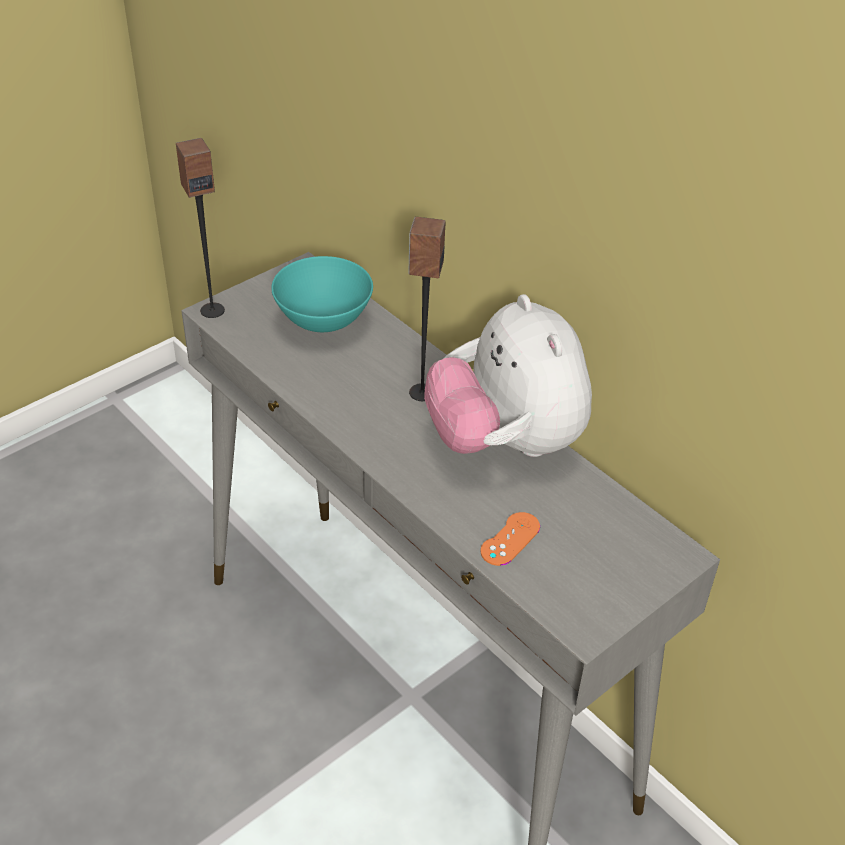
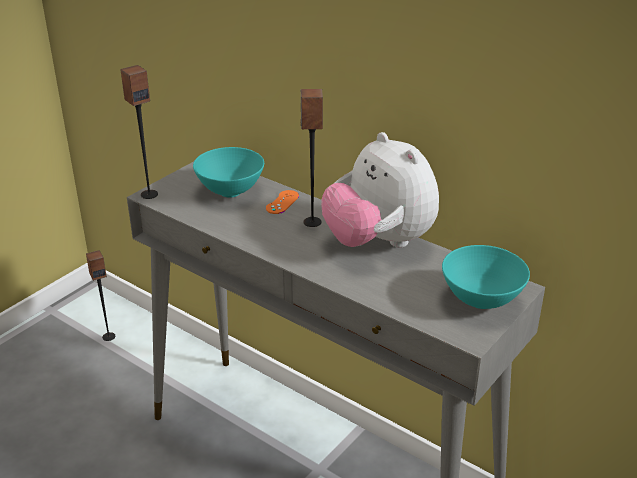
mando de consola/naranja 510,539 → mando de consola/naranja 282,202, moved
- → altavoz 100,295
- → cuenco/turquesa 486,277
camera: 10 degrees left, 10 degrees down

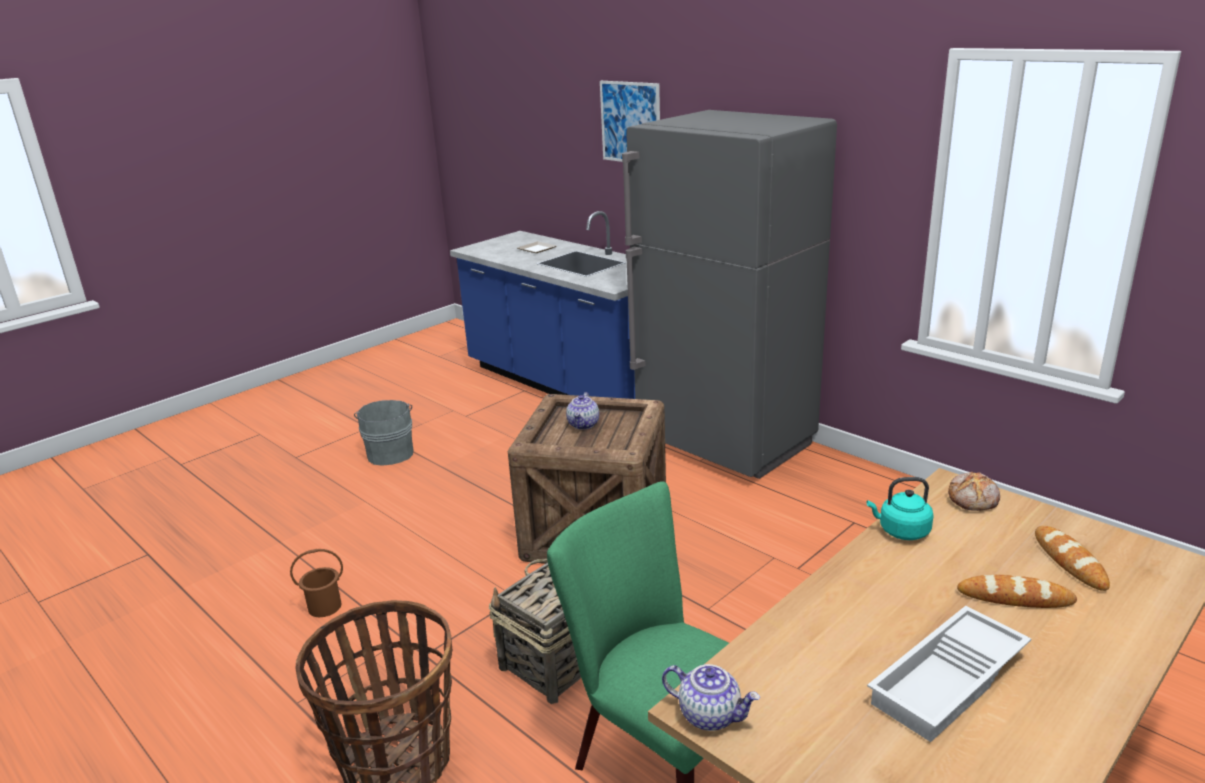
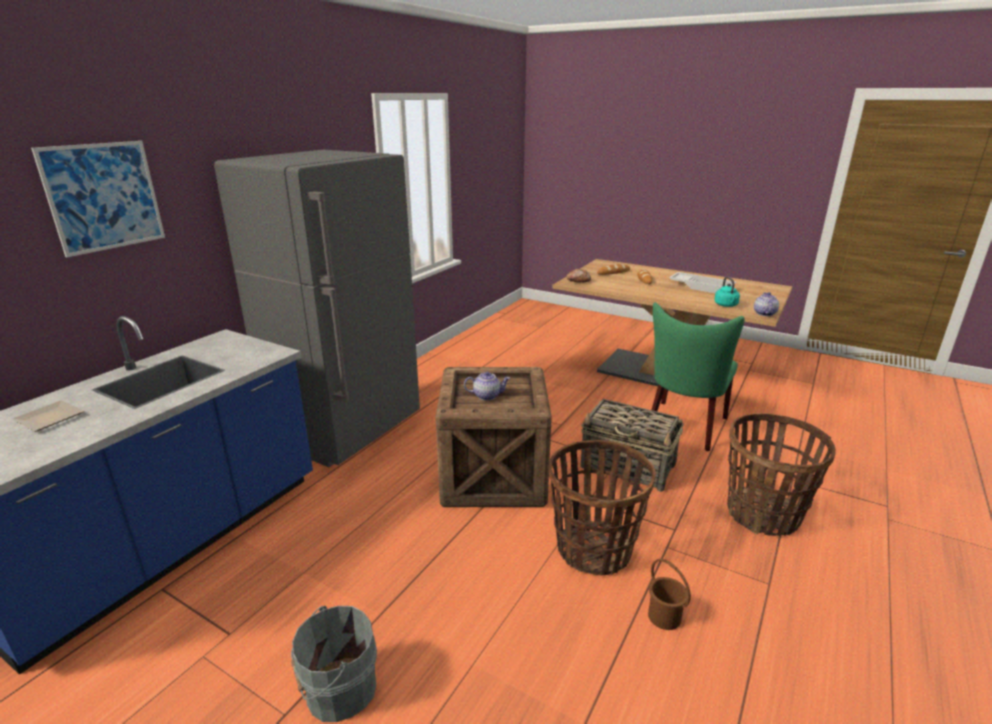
hervidor/turquesa 900,508 → hervidor/turquesa 727,292, moved
- → cesta 602,507
camera: 105 degrees left, 0 degrees up

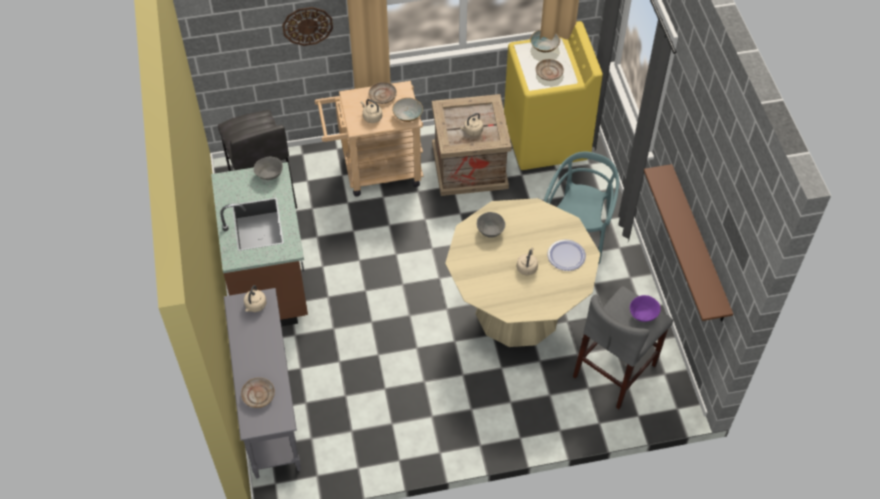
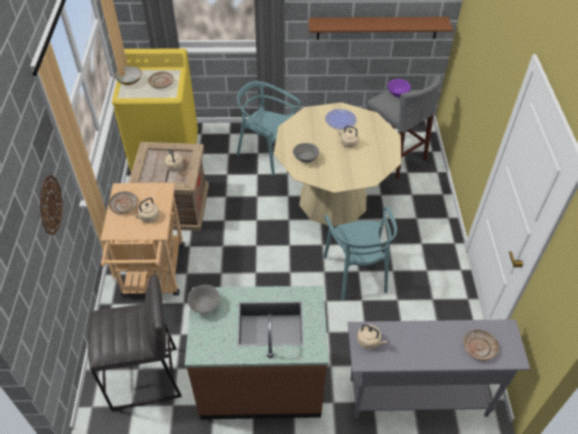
cuenco 407,110 → -
- → silla/turquesa 360,253
camera: 80 degrees left, 5 degrees down

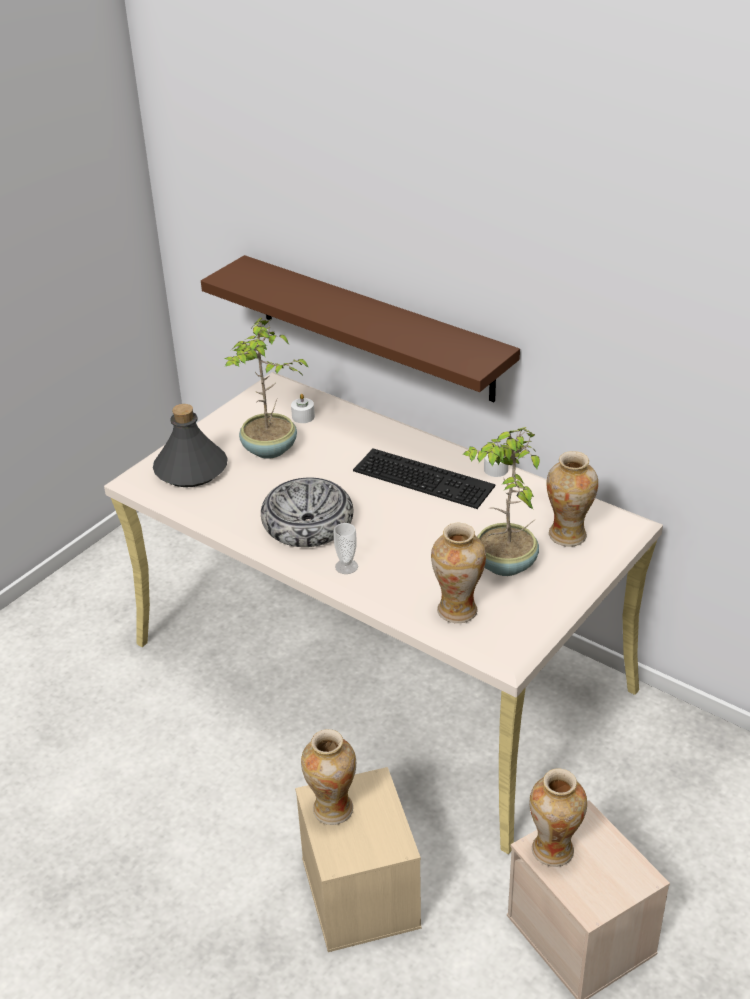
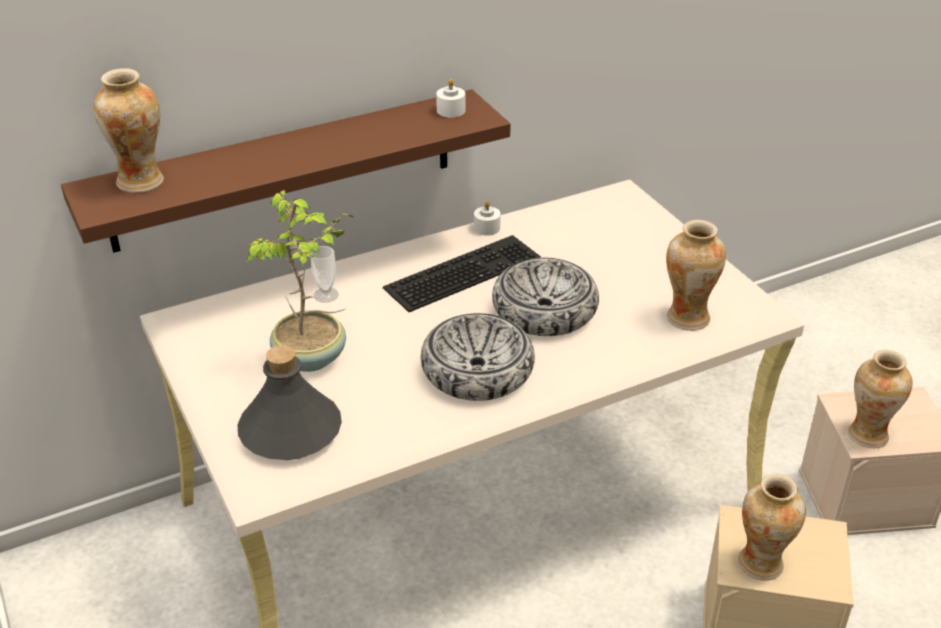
vela/blanco 303,408 → vela/blanco 450,98, moved
taza 346,548 → taza 325,274, moved
planta en maceta 501,501 → -
florero 572,499 → florero 128,130, moved
- → cuenco 545,296
camera: 65 degrees left, 0 degrees up

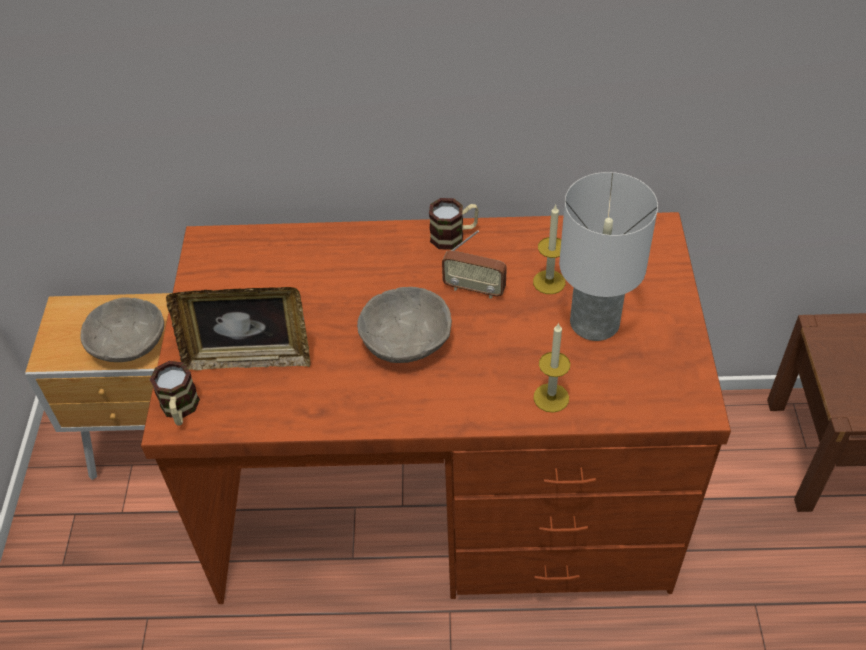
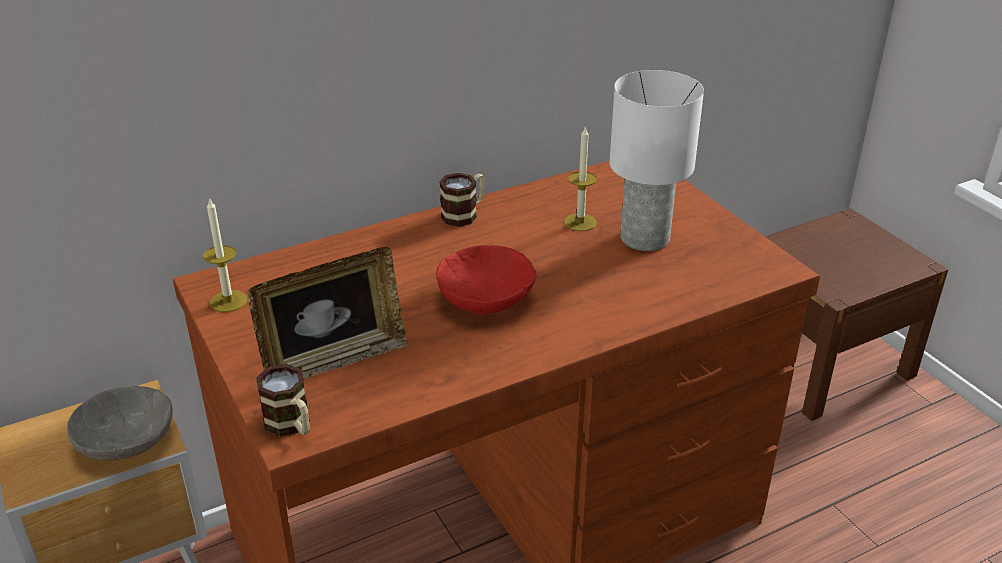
cuenco/gris 404,325 → cuenco/rojo 486,279
radio 474,264 → -
vela 551,367 → vela 225,254, moved
camera: 30 degrees left, 15 degrees down

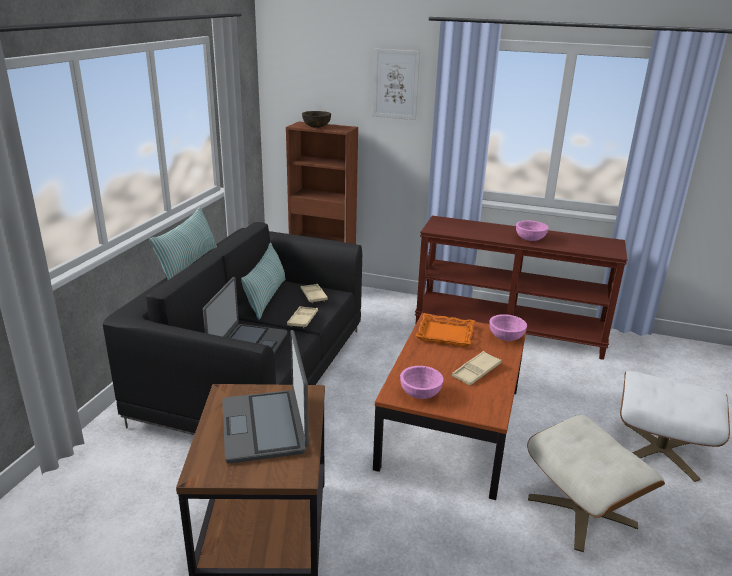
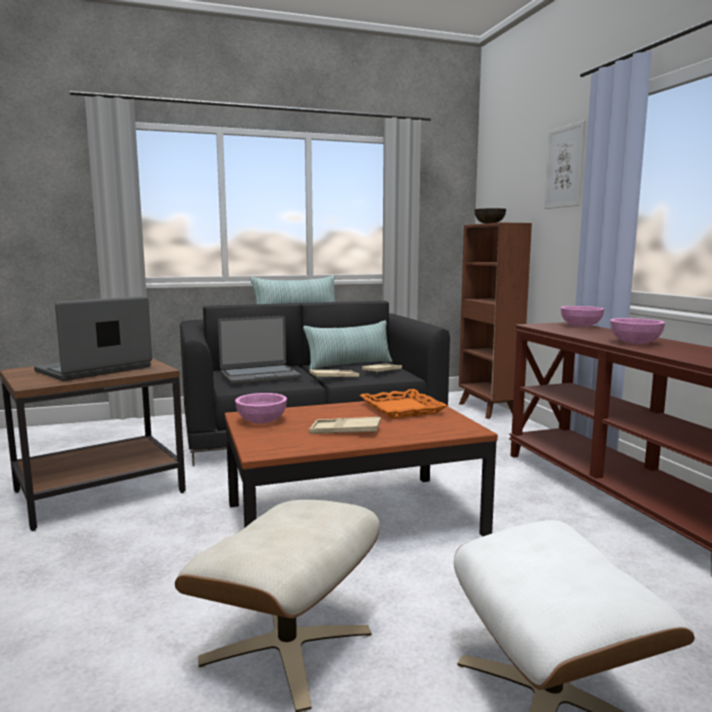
cuenco/rosa 508,327 → cuenco/rosa 582,316, moved
camera: 55 degrees right, 15 degrees down

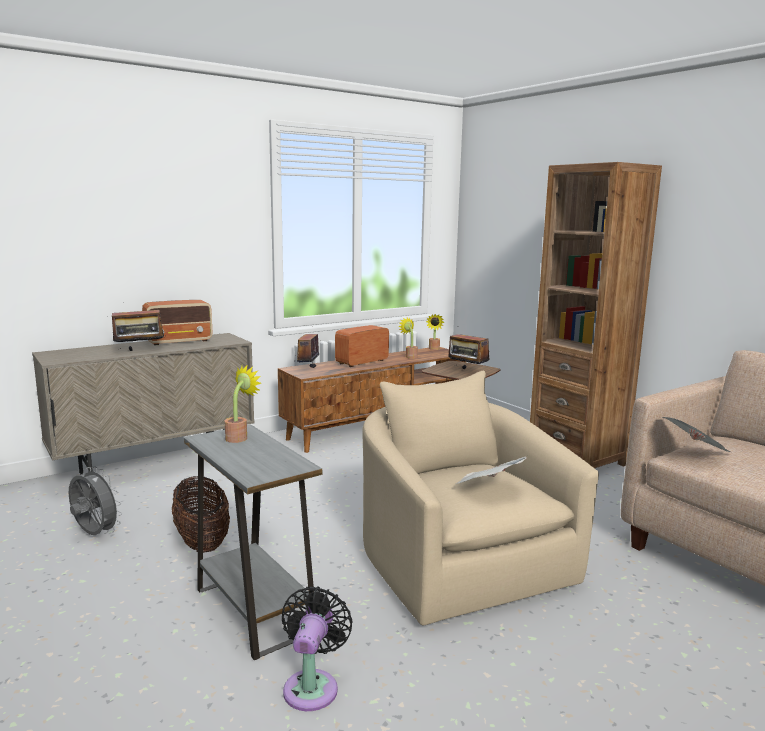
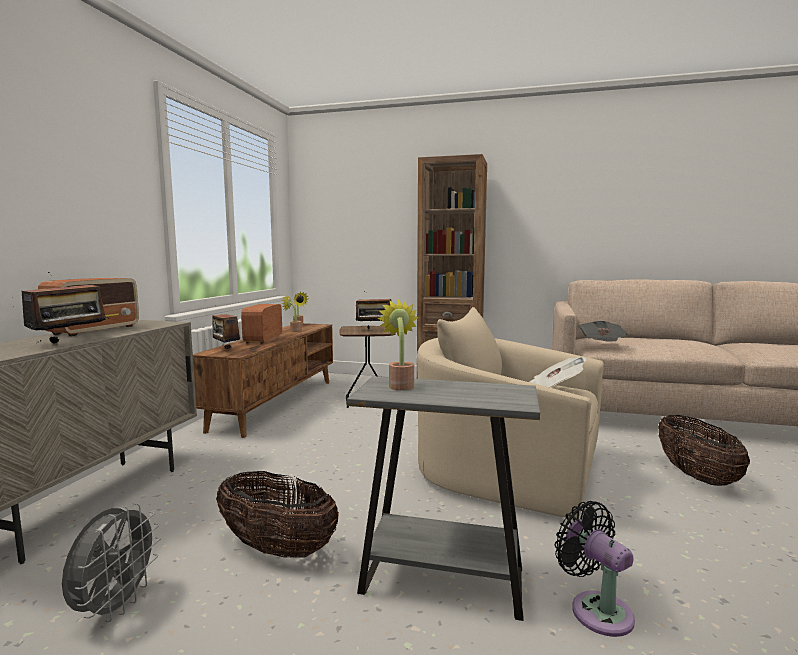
ventilador/gris 96,500 → ventilador/gris 111,562, 105 degrees clockwise
- → cesta 704,450
camera: 40 degrees left, 5 degrees down

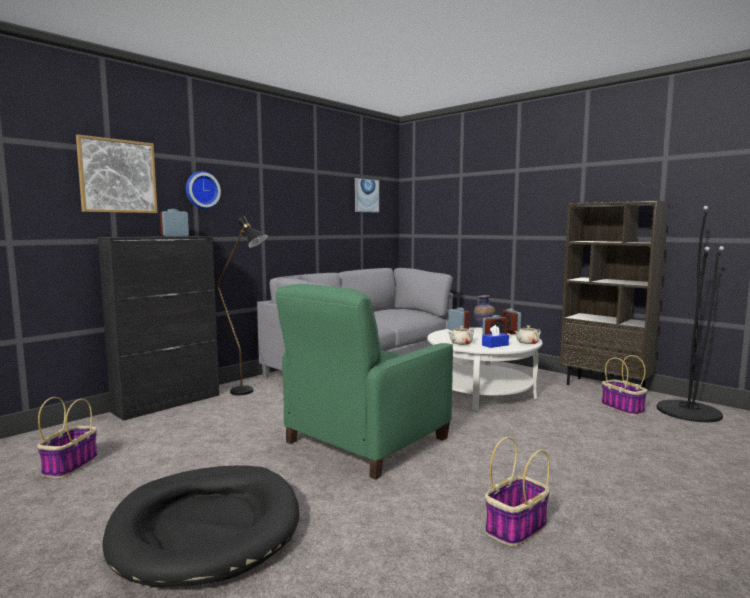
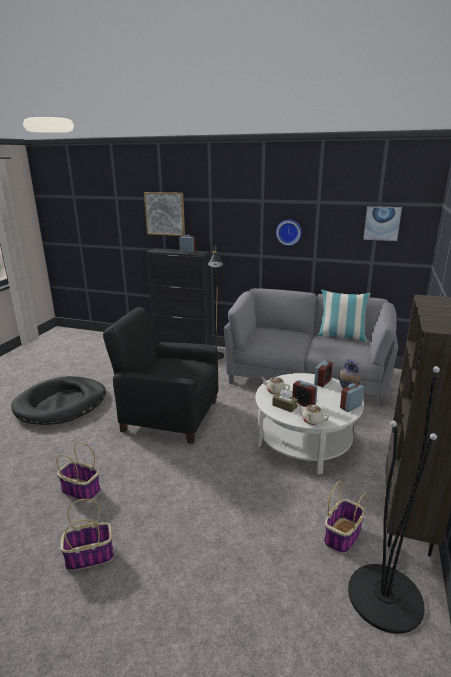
cesta 67,437 → cesta 87,535, moved
reloj de pared 203,190 → reloj de pared 289,233, moved
sillón/verde 364,382 → sillón/negro 160,375
caja de pañuelos/azul 495,336 → caja de pañuelos/marrón 285,400
- → cojín 344,316
camera: 65 degrees right, 15 degrees up

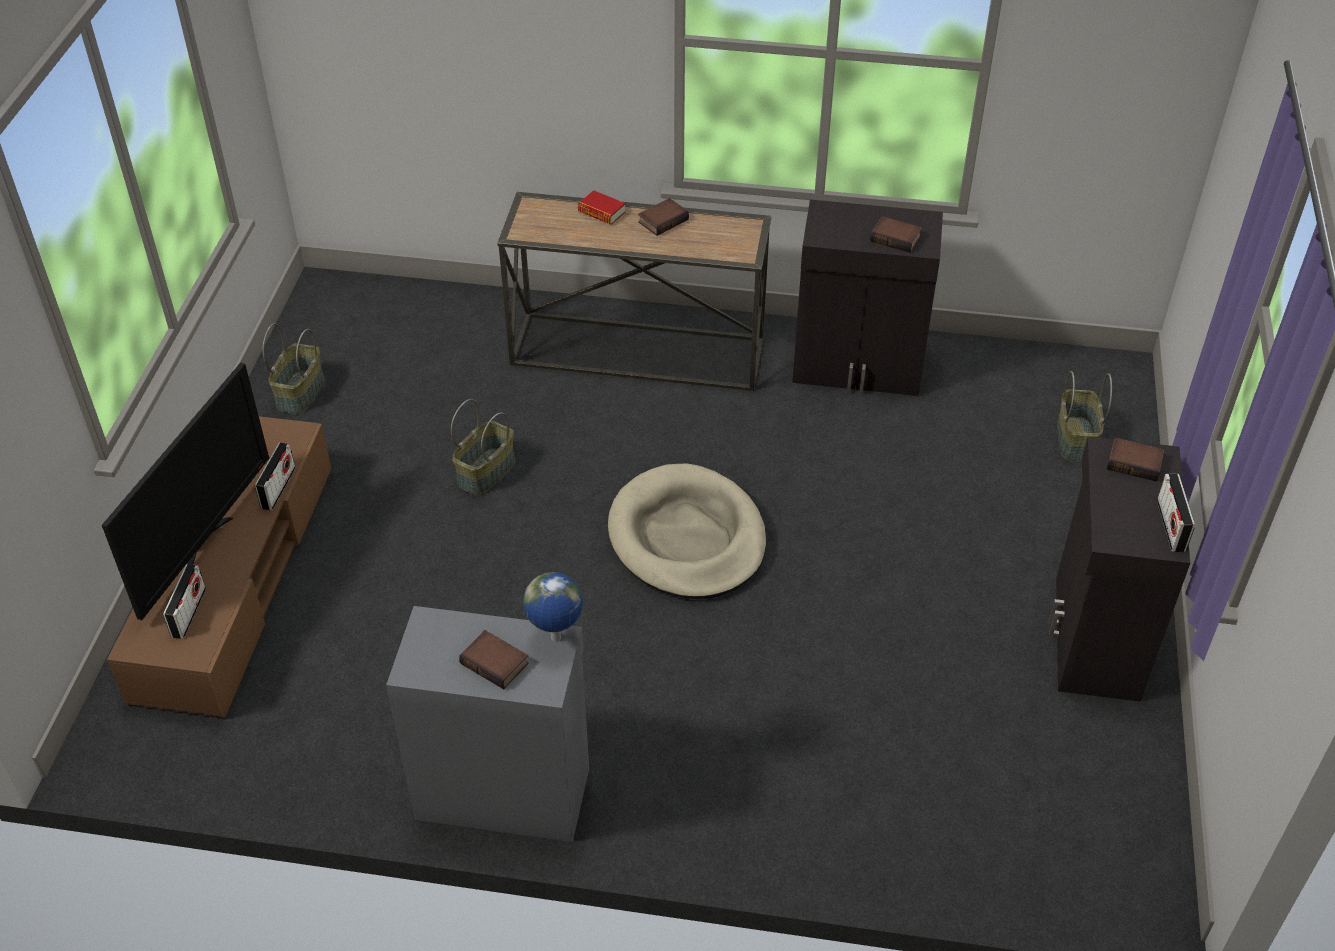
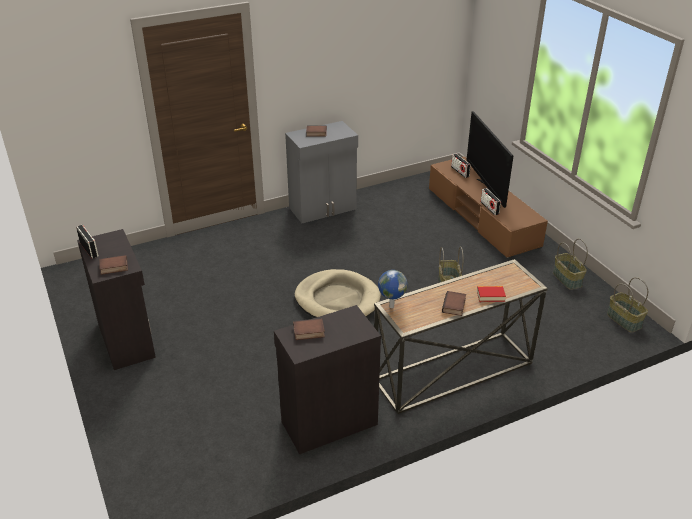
globo terráqueo 553,607 → globo terráqueo 393,289, moved
cesta 1084,416 → cesta 627,304, moved
camera: 145 degrees right, 10 degrees down

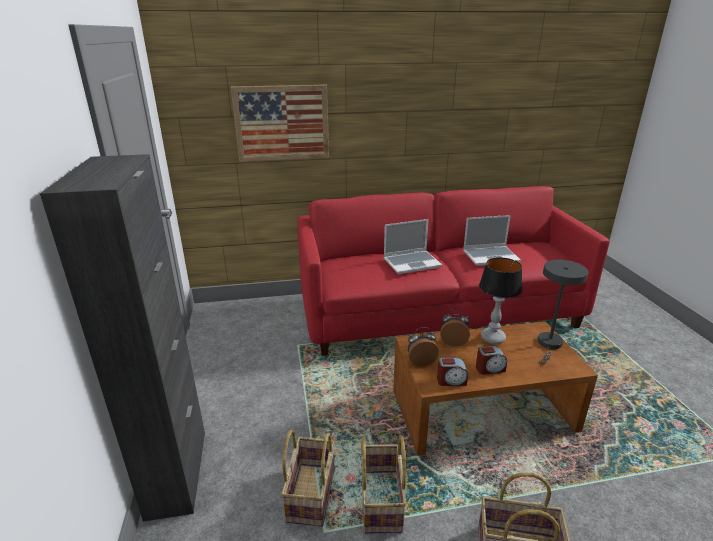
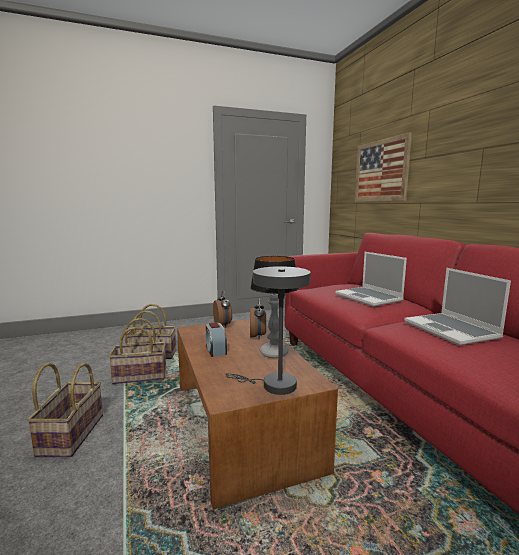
armario/negro 122,338 → -
despertador 452,371 → -
camera: 80 degrees right, 15 degrees down

